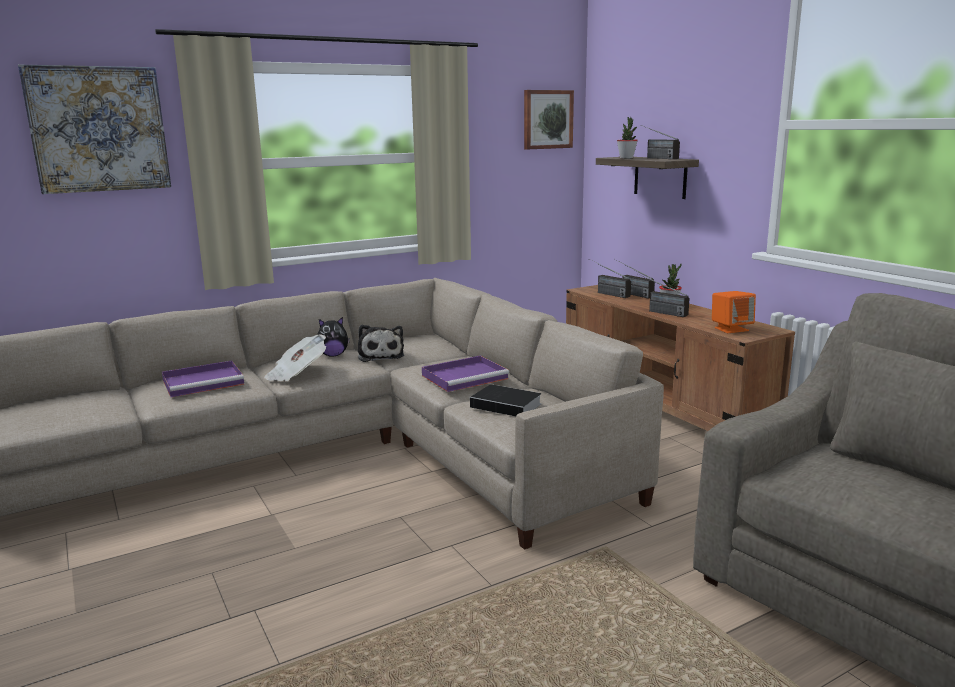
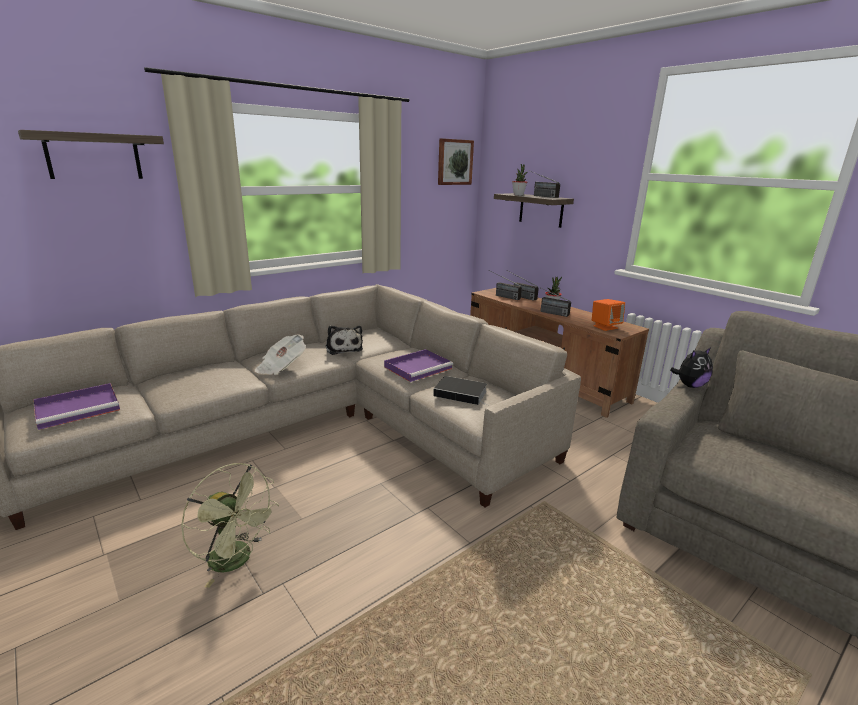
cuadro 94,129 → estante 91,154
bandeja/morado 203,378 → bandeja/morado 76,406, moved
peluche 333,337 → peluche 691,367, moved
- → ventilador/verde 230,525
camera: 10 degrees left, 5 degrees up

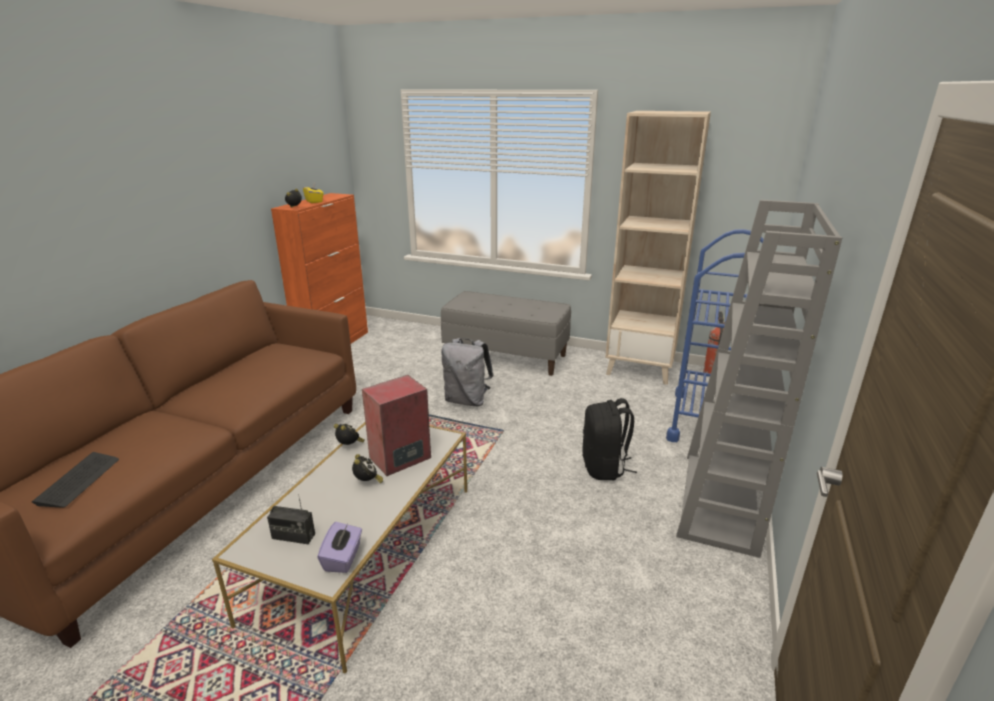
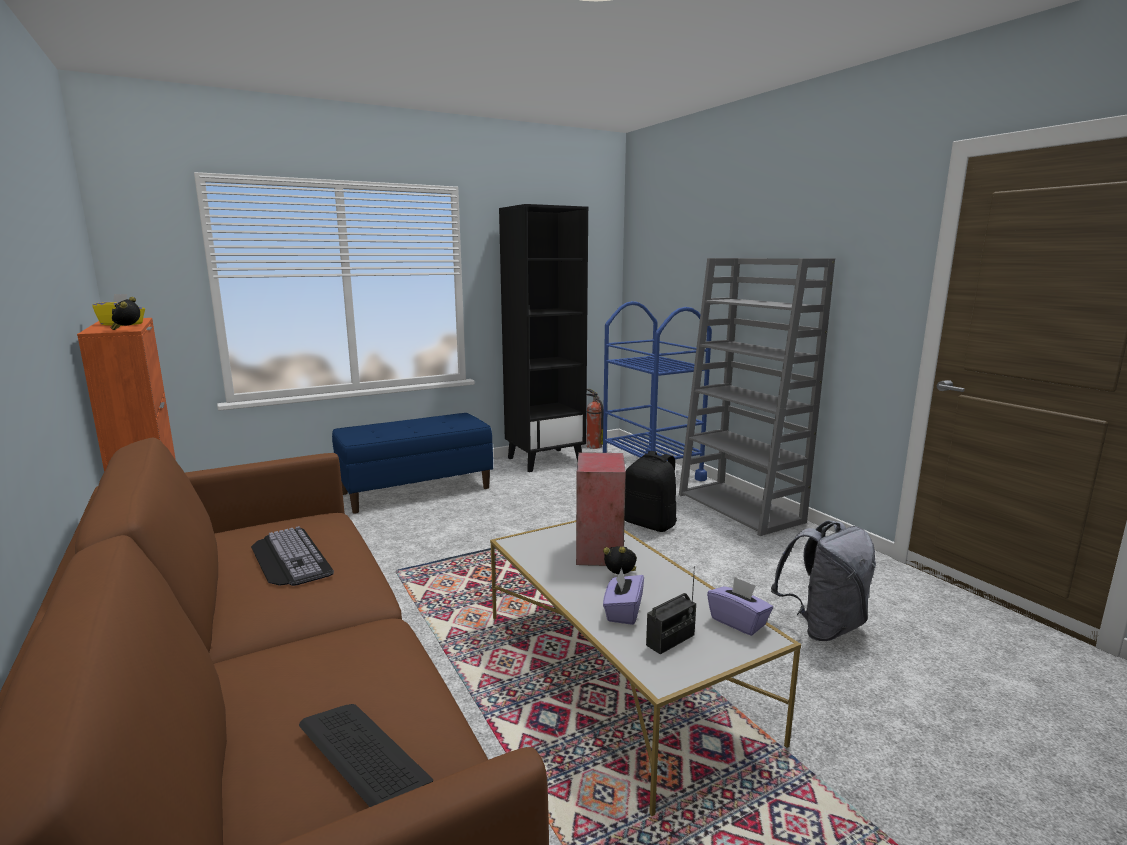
despertador 349,434 → -
banco/gris 506,333 → banco/azul 412,463
mochila/gris 467,372 → mochila/gris 823,580, moved
estantería/beis 658,248 → estantería/negro 543,338
- → teclado 292,556
- → caja de pañuelos/morado 623,596
camera: 50 degrees left, 10 degrees down

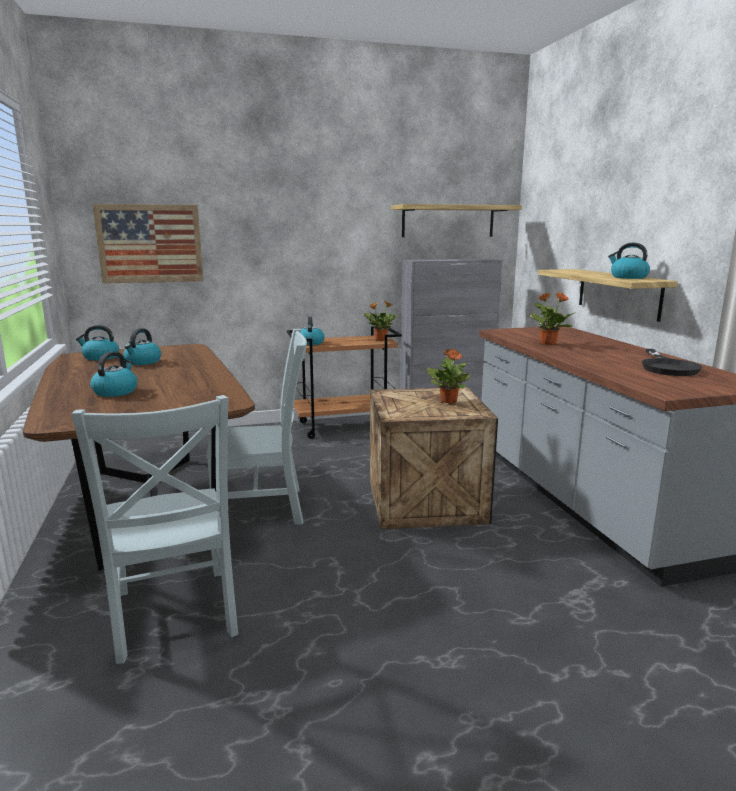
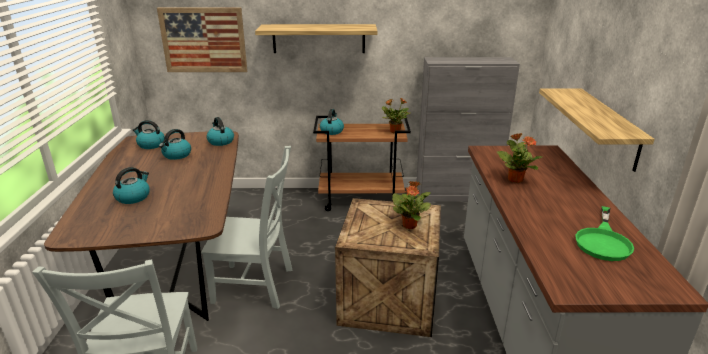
estante 456,220 → estante 316,38, moved
hervidor 629,261 → hervidor 220,131, moved
sartén/negro 672,362 → sartén/verde 604,233
camera: 15 degrees right, 10 degrees up

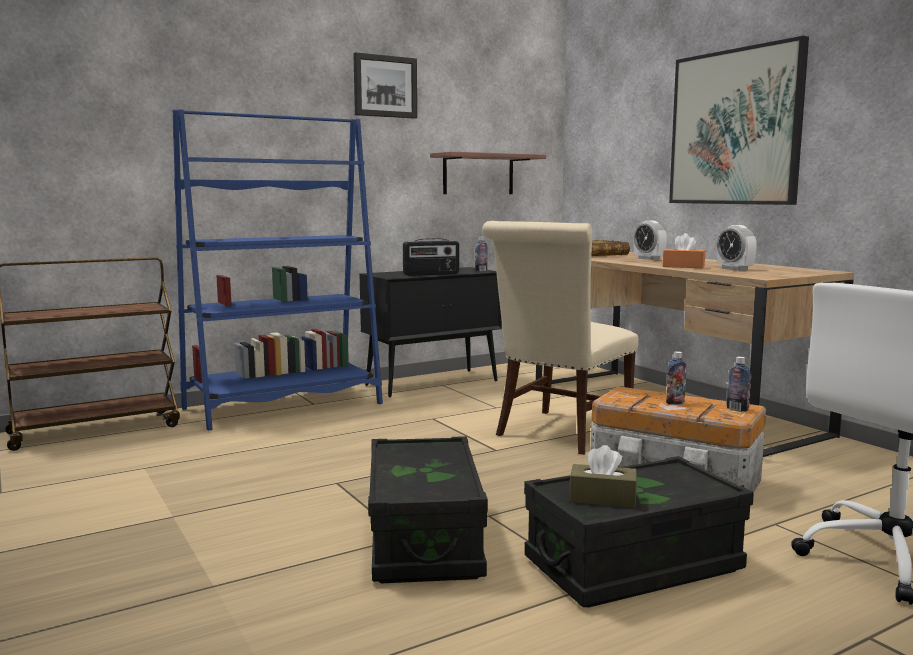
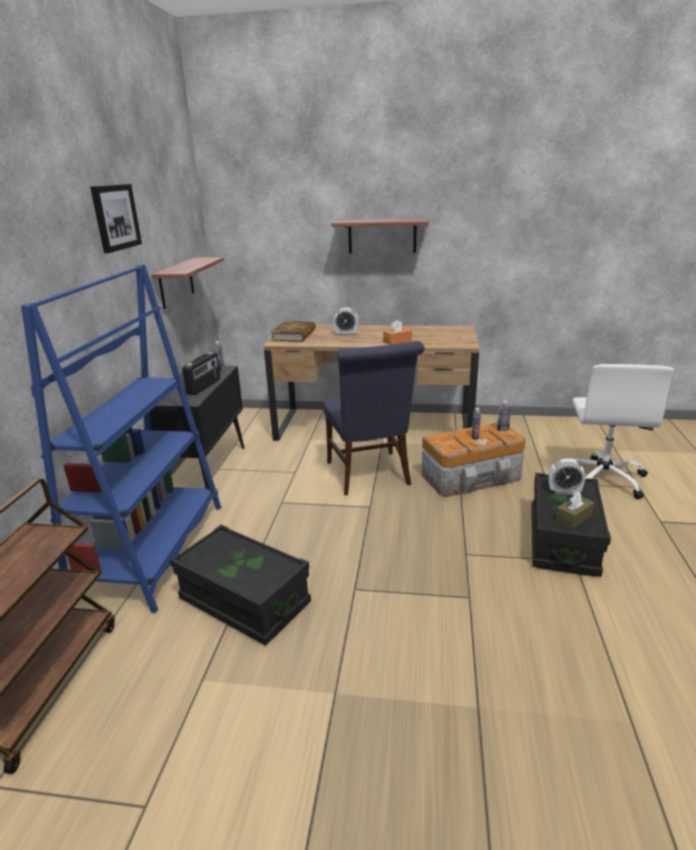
caja de almacenaje/negro 428,509 → caja de almacenaje/negro 240,585, moved
silla/beis 560,338 → silla/azul 373,418
cuadro 739,120 → estante 380,235
despertador 737,248 → despertador 567,476, moved
camera: 50 degrees left, 15 degrees up

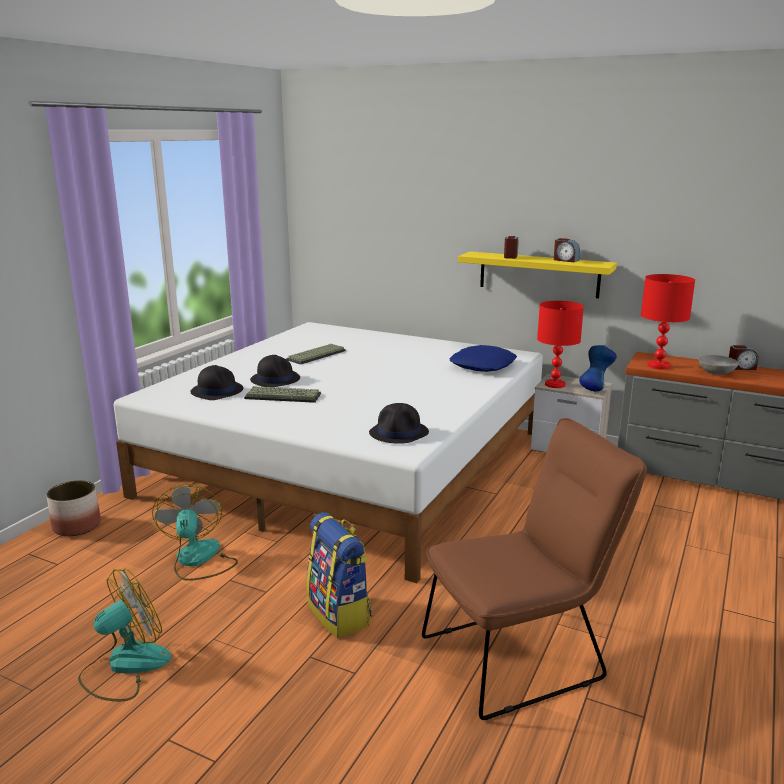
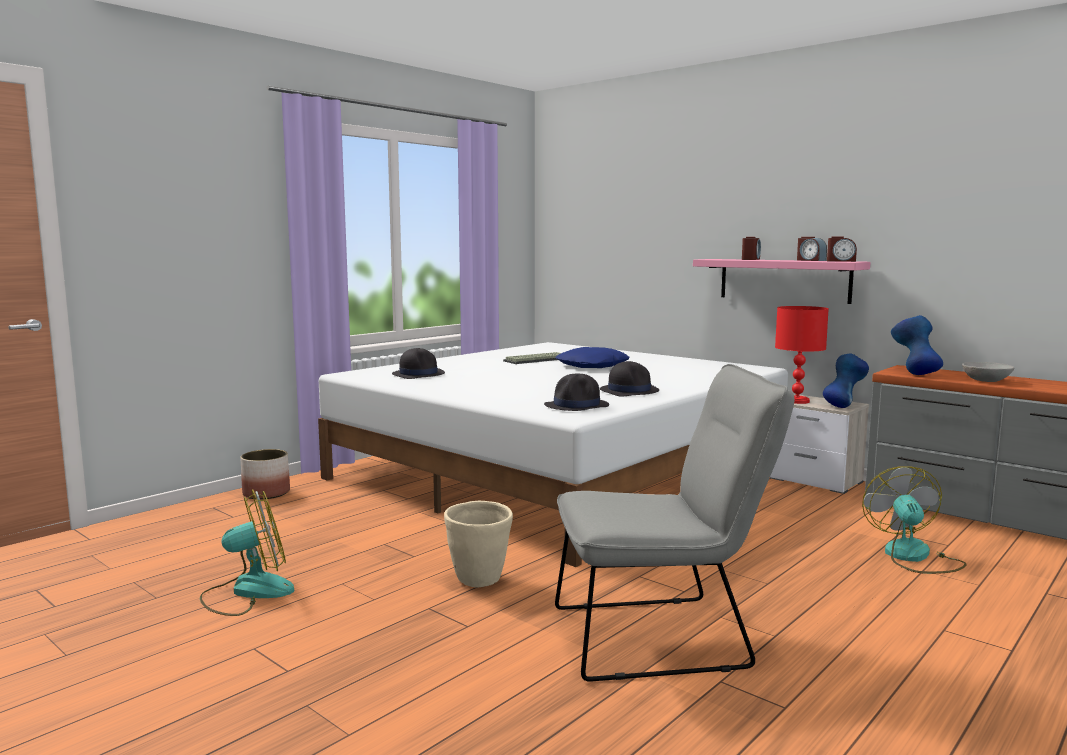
ventilador 195,532 → ventilador 914,520, moved
teclado 282,394 → -
sombrero/negro 275,371 → sombrero/negro 629,378, moved
mochila 339,575 → maceta/beis 478,544
silla/marrón 534,569 → silla/gris 675,523
cojín/azul 483,358 → cojín/azul 592,357, moved
estante/amarillo 537,274 → estante/rosa 782,281
lámpara de mesa/rojo 668,322 → florero/azul 917,345
despertador 743,357 → despertador 842,249, moved
camera: 15 degrees right, 10 degrees down

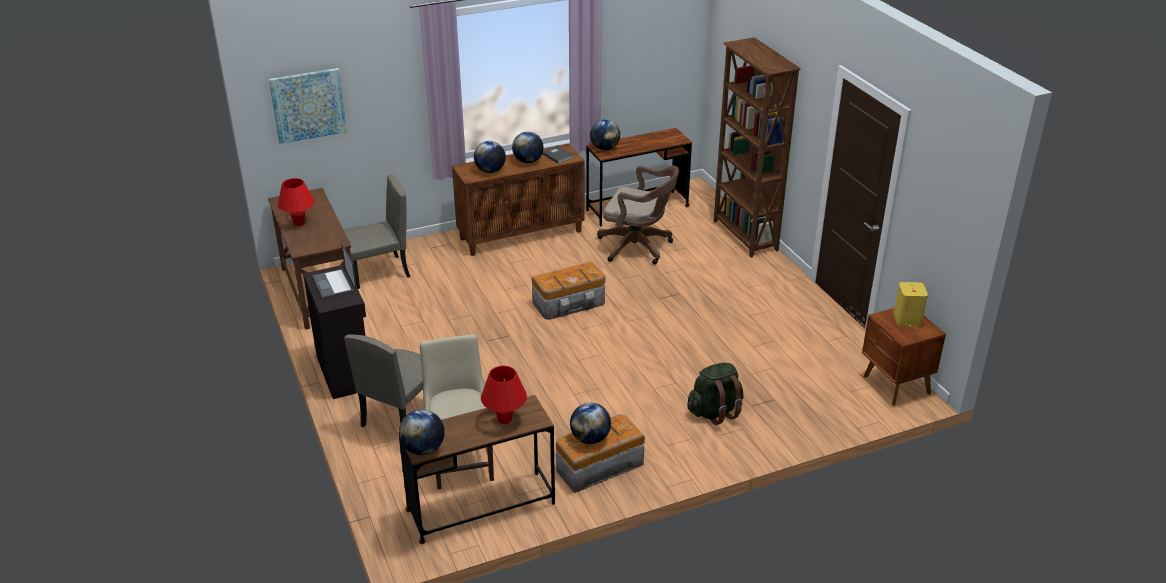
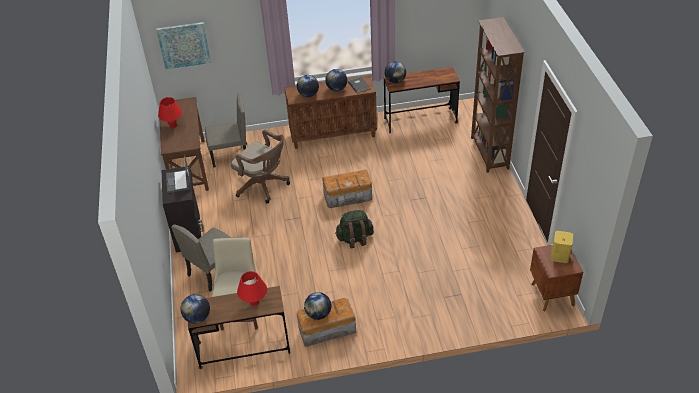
silla de oficina/marrón 638,215 → silla de oficina/marrón 260,166, moved
mochila/verde 715,394 → mochila/verde 354,229, moved
camera: 15 degrees right, 10 degrees up

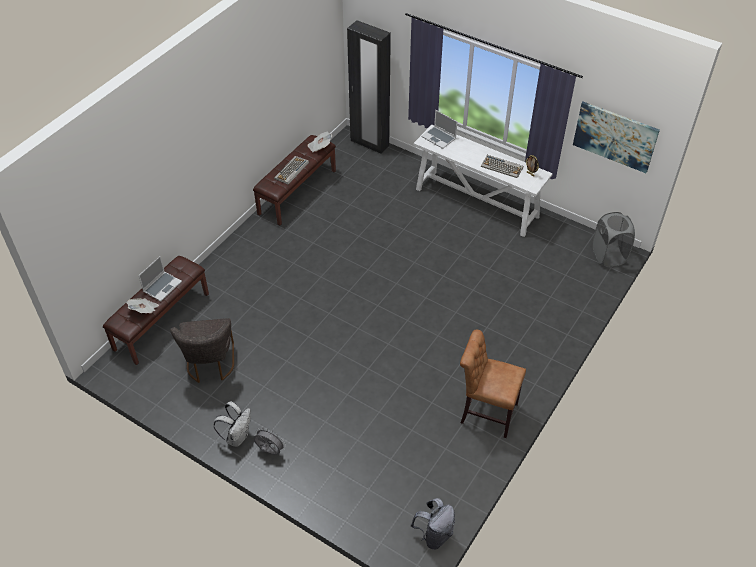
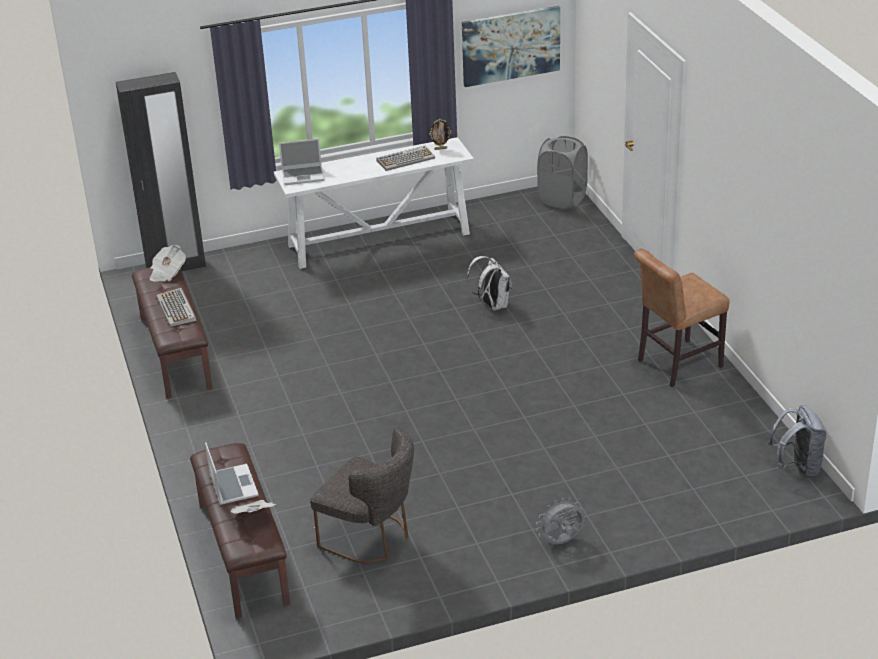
mochila/blanco 232,424 → mochila/blanco 489,283, moved
camera: 50 degrees left, 15 degrees down

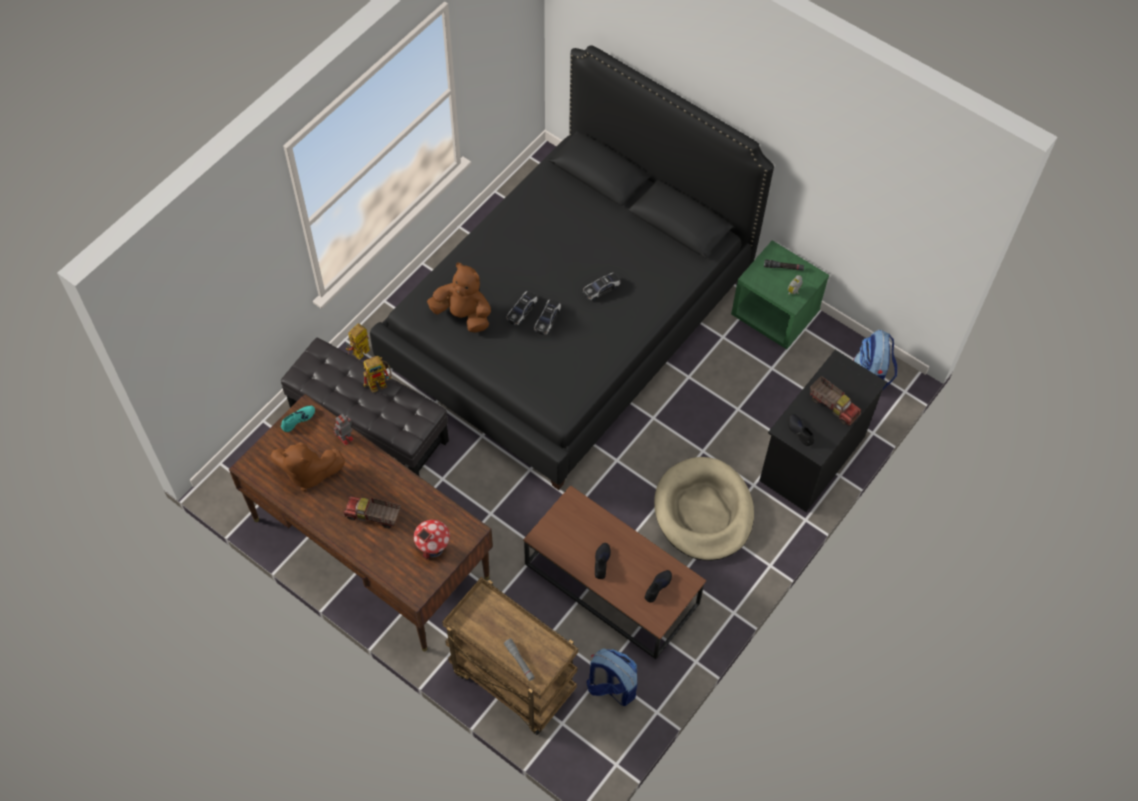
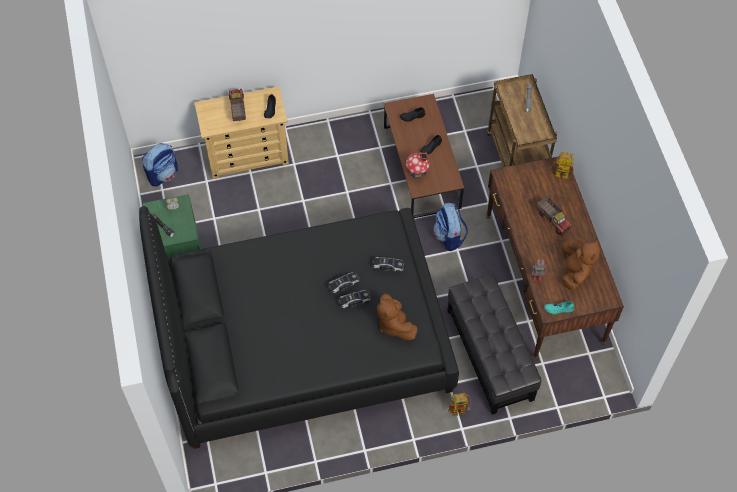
peluche/marrón 308,466 → peluche/marrón 581,264, 45 degrees clockwise
robot de juguete 377,374 → robot de juguete 562,165, moved
casita 432,539 → casita 418,166, moved
coche de juguete 602,287 → coche de juguete 388,265, moved
mochila 611,677 → mochila 450,227, moved
cama para perro/beis 704,509 → -
cómoda/negro 823,431 → cómoda/beis 241,132
camera: 140 degrees left, 0 degrees up

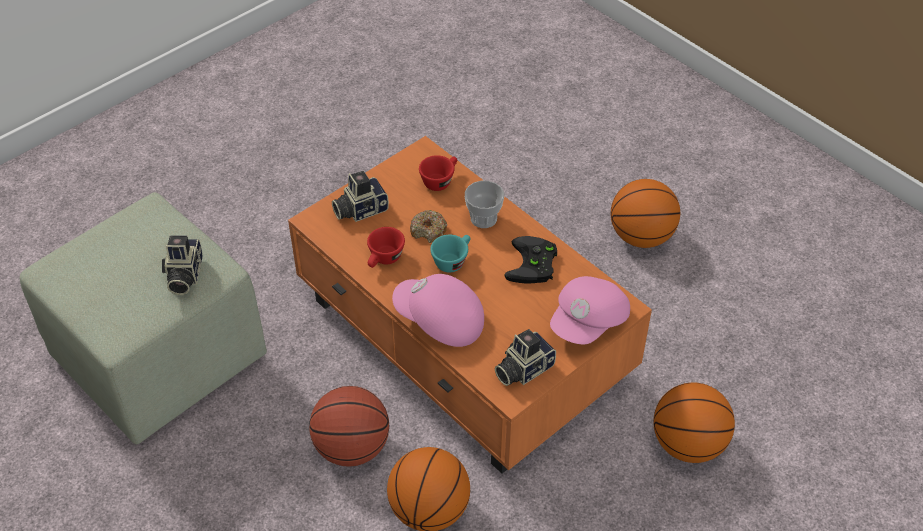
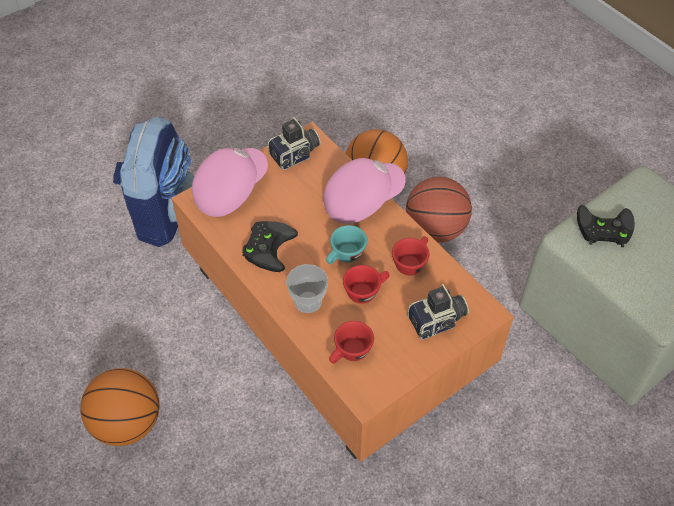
cámara 182,265 → mando de consola/negro 606,226
gorra/rosa 438,310 → gorra/rosa 365,191, 60 degrees counterclockwise
rosquilla 428,226 → taza/rojo 366,284
balón de baloncesto 694,423 → mochila 153,181
camera: 175 degrees left, 5 degrees up

